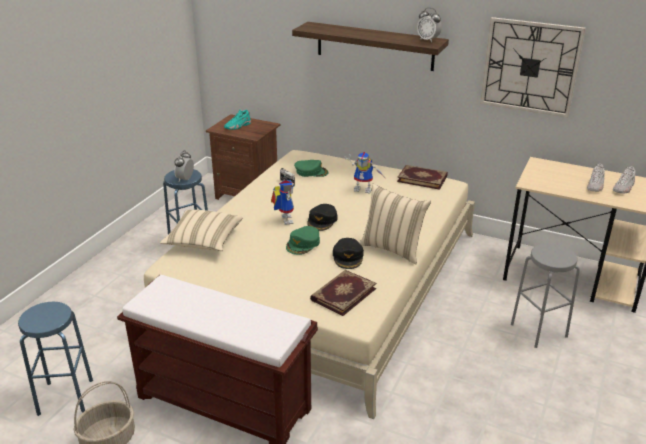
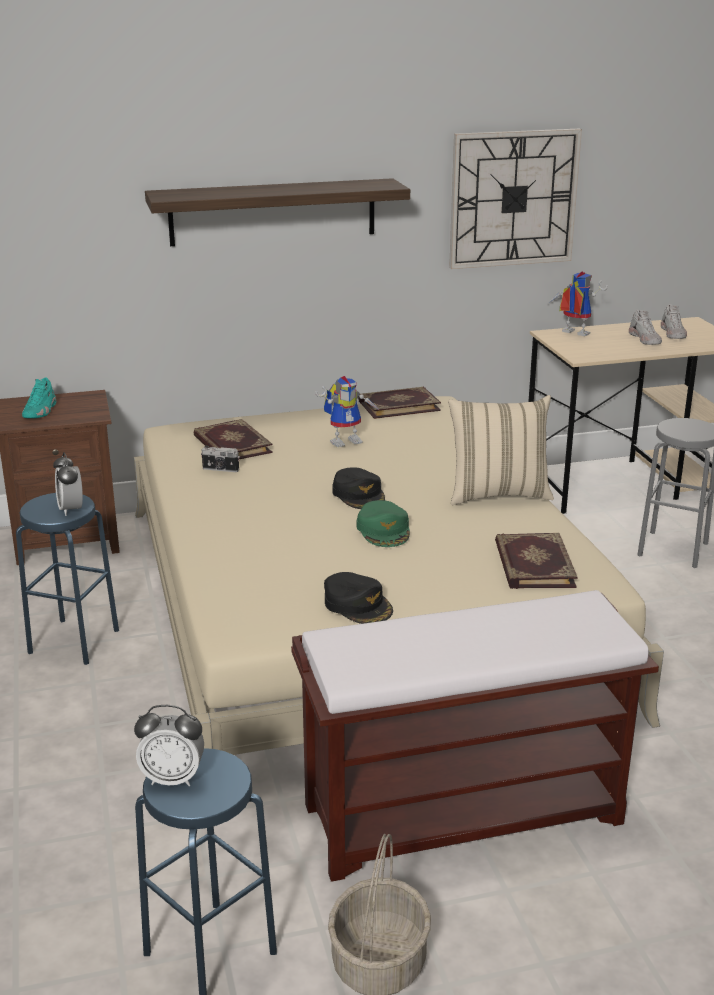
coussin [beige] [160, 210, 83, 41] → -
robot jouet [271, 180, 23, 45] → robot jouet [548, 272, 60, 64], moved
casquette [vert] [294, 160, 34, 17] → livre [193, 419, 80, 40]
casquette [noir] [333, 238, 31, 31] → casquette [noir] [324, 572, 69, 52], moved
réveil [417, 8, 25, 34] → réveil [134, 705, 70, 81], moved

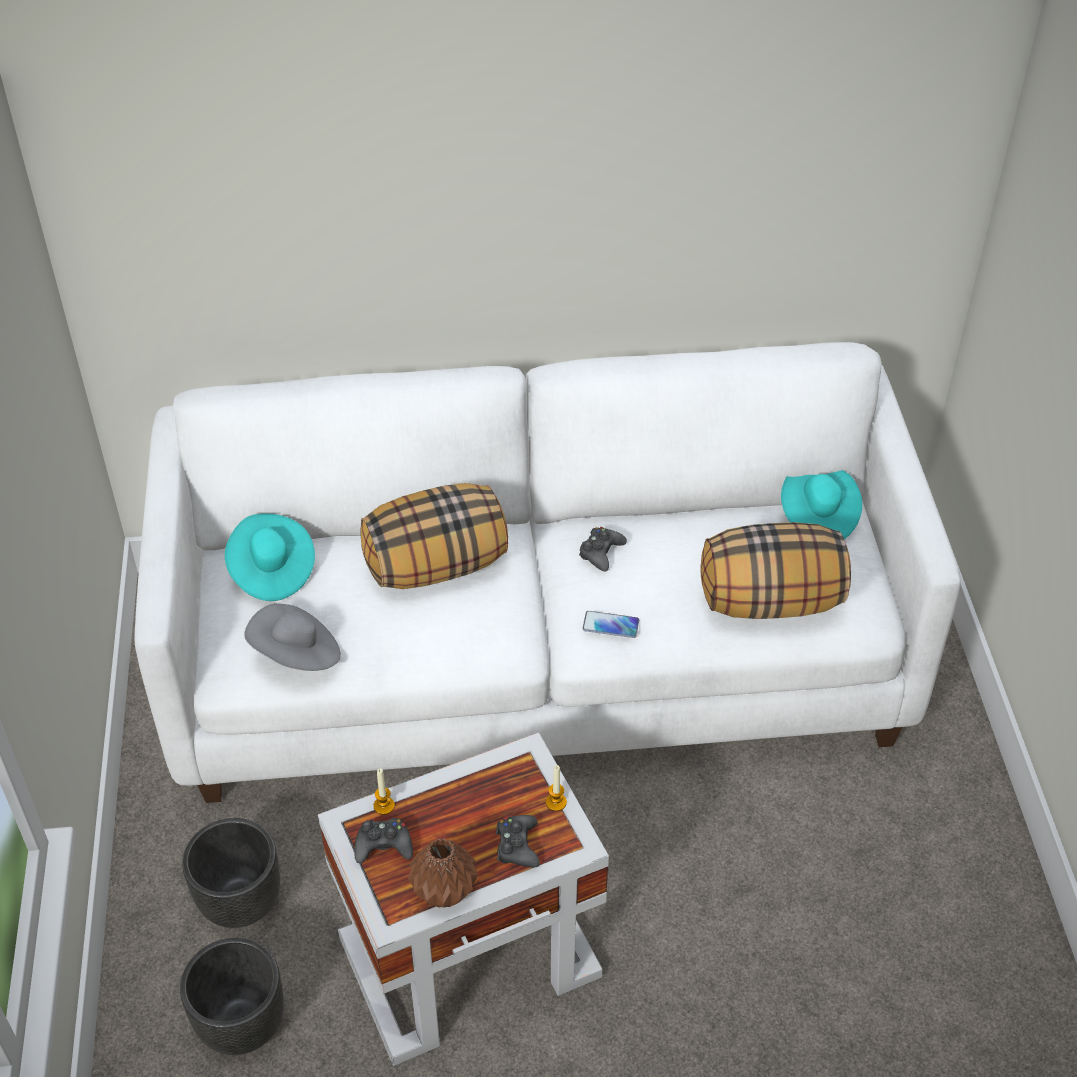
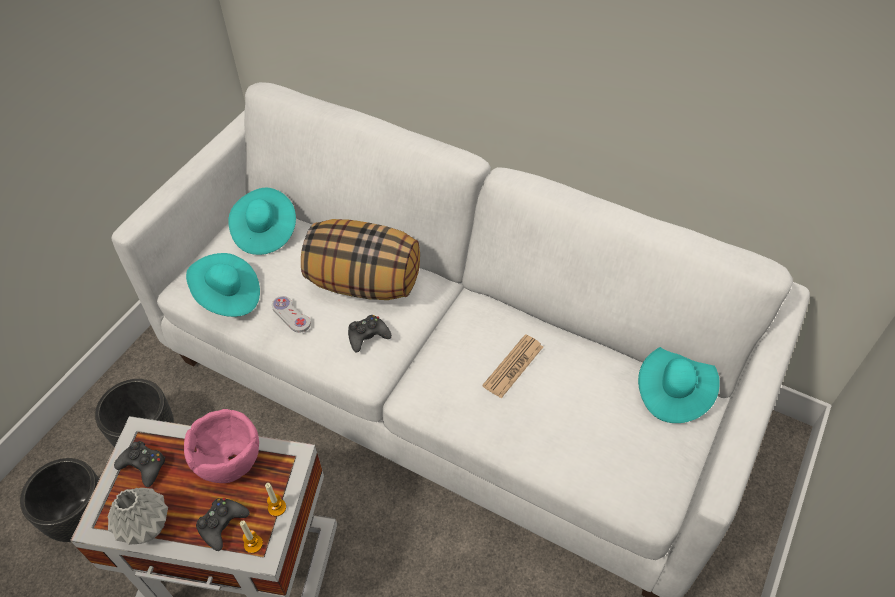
chapeau [gris] [244, 603, 97, 68] → chapeau [turquoise] [186, 253, 74, 64]
bougie [373, 768, 22, 47] → bougie [240, 520, 23, 33], moved
vase [marron] [408, 838, 70, 70] → vase [gris] [107, 488, 61, 57]
manette [noir] [579, 527, 48, 44] → manette [noir] [348, 315, 44, 38], moved
téléphone [582, 611, 57, 27] → -
coussin [700, 522, 151, 97] → -
- → bol [rose] [184, 409, 75, 74]
- → manette [blanc] [272, 296, 39, 37]
- → journal [482, 334, 61, 64]

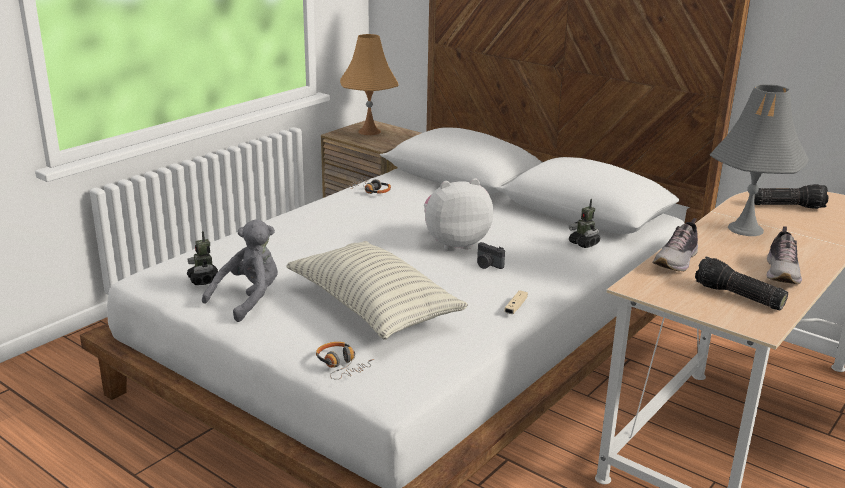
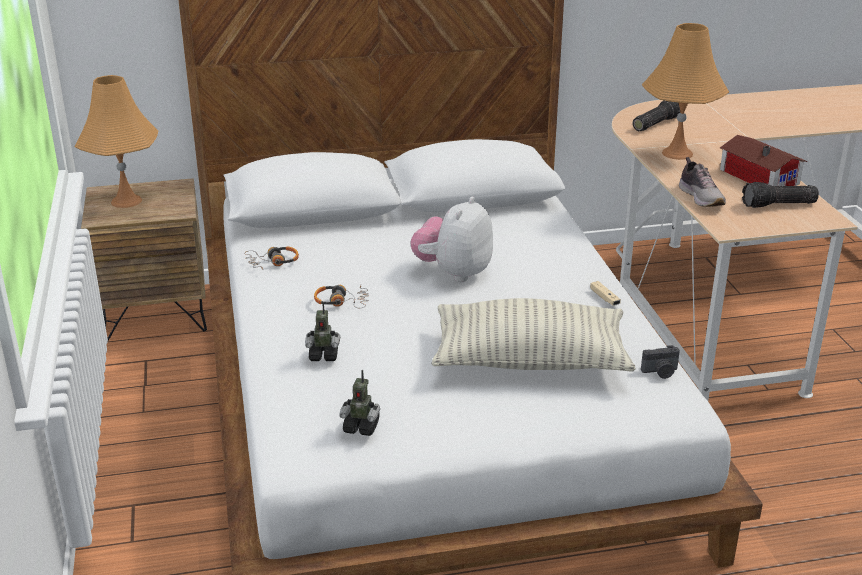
peluche [gris] [202, 219, 76, 103] → -
casque audio [316, 342, 58, 38] → casque audio [314, 285, 55, 23], moved
appareil photo [477, 242, 28, 27] → appareil photo [641, 345, 39, 34], moved
robot jouet [569, 199, 31, 49] → robot jouet [305, 302, 35, 59], moved
lampe de table [gris] [710, 84, 99, 152] → lampe de table [orange] [642, 23, 87, 137]
chaussure [766, 226, 36, 58] → maison miniature [720, 135, 87, 51]

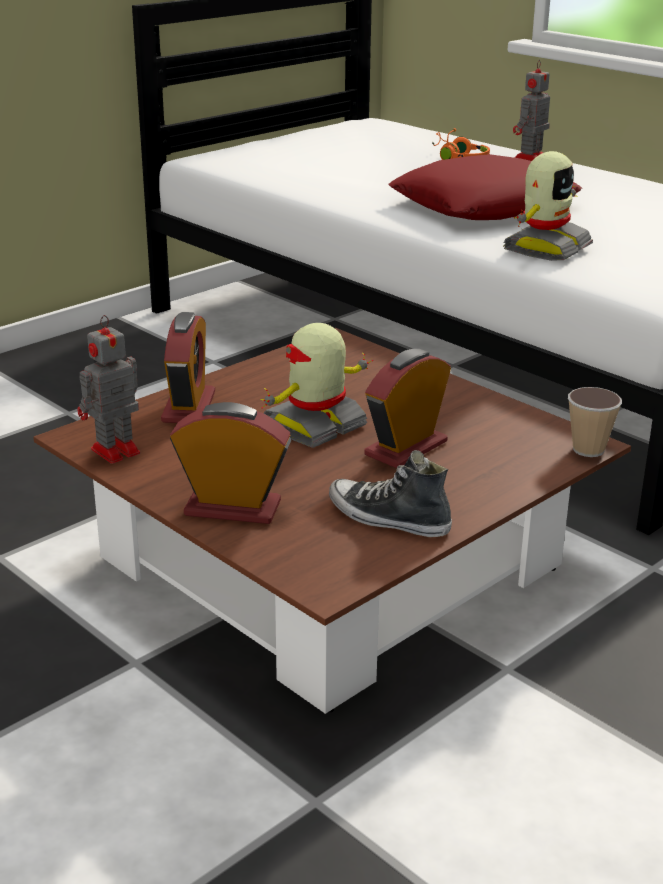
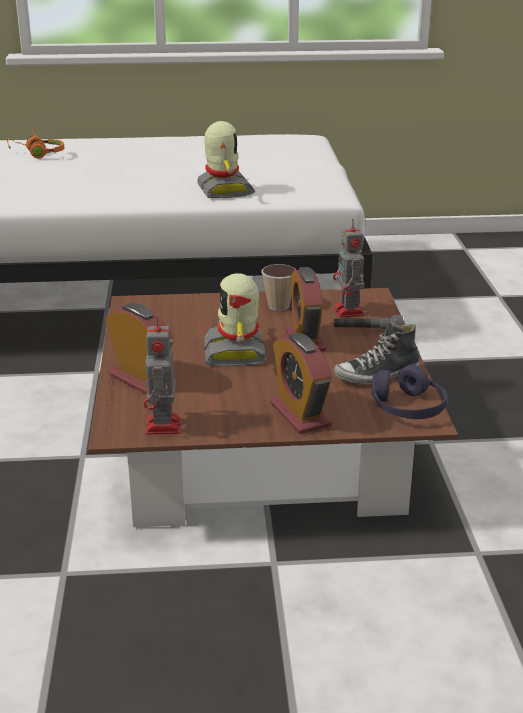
réveil [170, 402, 121, 122] → réveil [270, 333, 62, 101], 75 degrees counterclockwise
coussin [rouge] [388, 154, 194, 66] → -
robot jouet [513, 60, 37, 101] → robot jouet [333, 219, 32, 99], moved
tasse [568, 387, 54, 70] → tasse [261, 264, 35, 47], moved
- → lampe de poche [gris] [334, 315, 69, 15]
- → casque audio [violet] [371, 364, 76, 55]

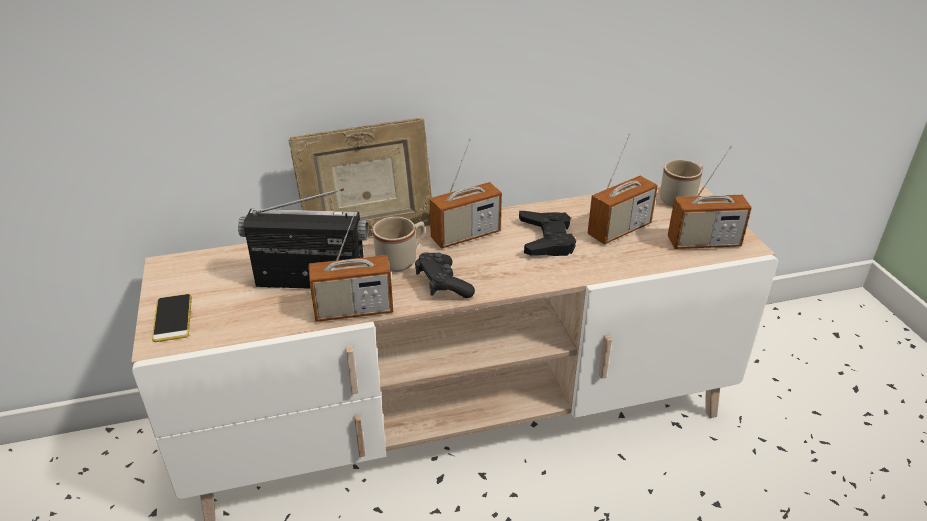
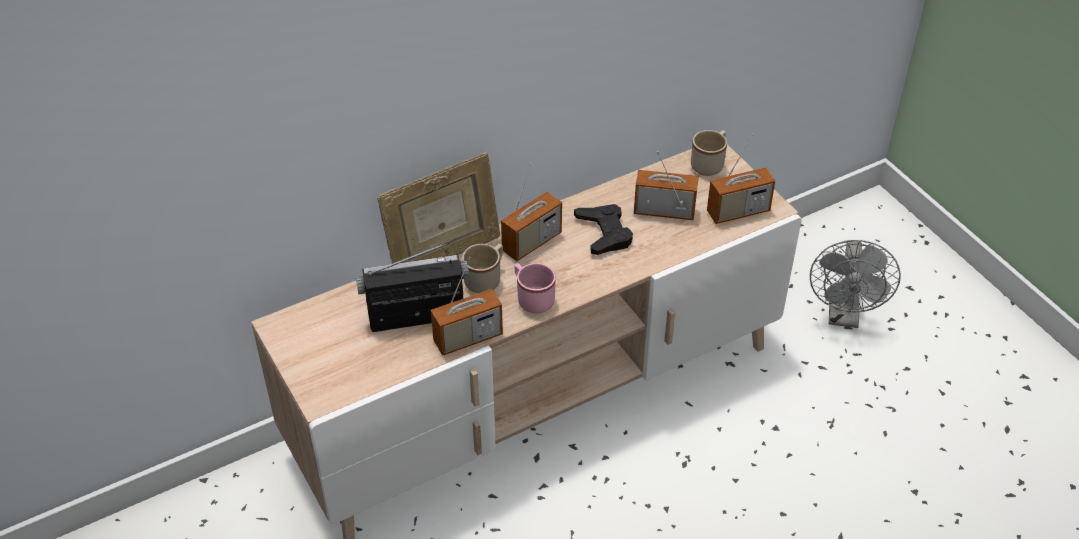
téléphone [152, 294, 40, 48] → -
manette [noir] [415, 253, 60, 45] → mug [rose] [514, 263, 42, 50]
radio [587, 133, 71, 112] → radio [634, 151, 65, 69], 120 degrees counterclockwise
- → ventilateur [gris] [810, 240, 91, 88]

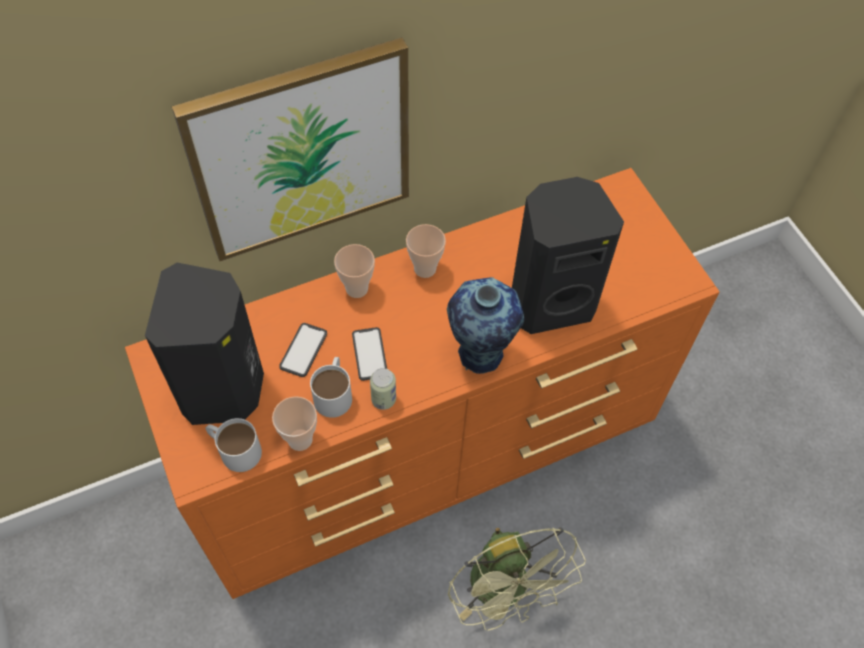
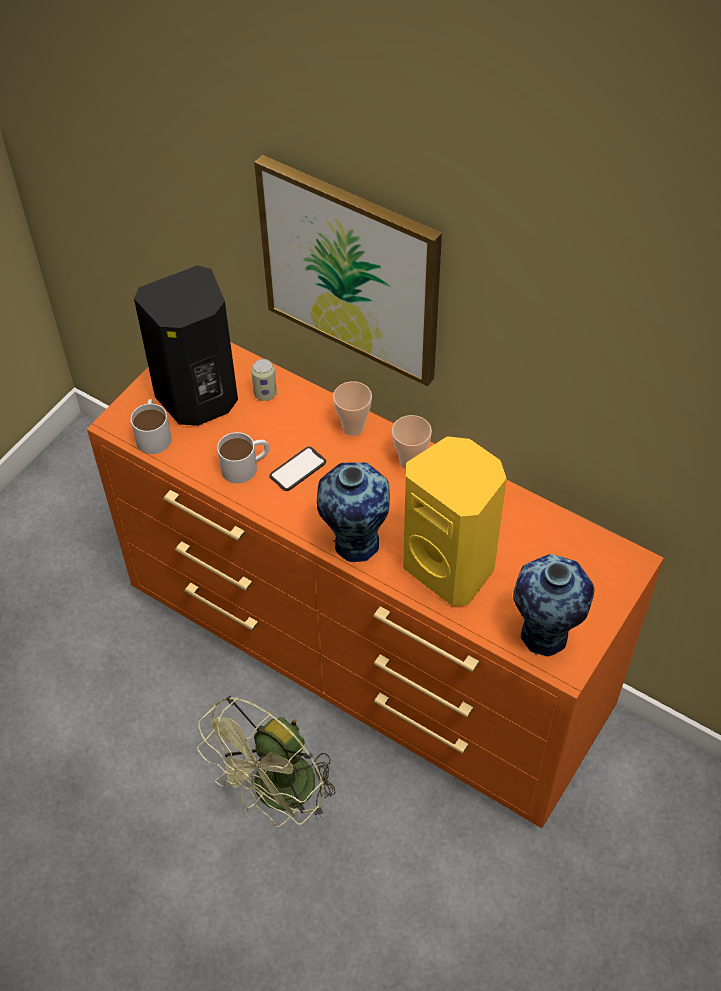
tasse [272, 396, 45, 55] → -
téléphone [279, 323, 48, 54] → -
boîte métallique [370, 368, 26, 42] → boîte métallique [251, 359, 26, 42], moved
enceinte [noir] [512, 177, 112, 157] → enceinte [jaune] [403, 436, 104, 170]
- → vase [513, 554, 82, 102]

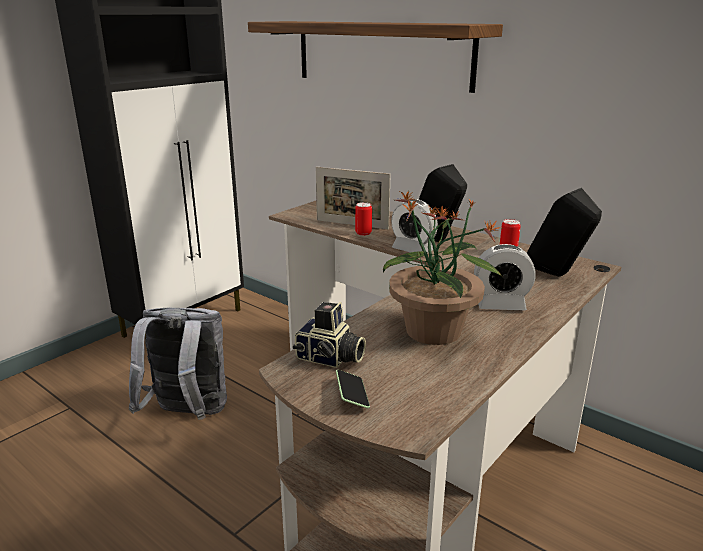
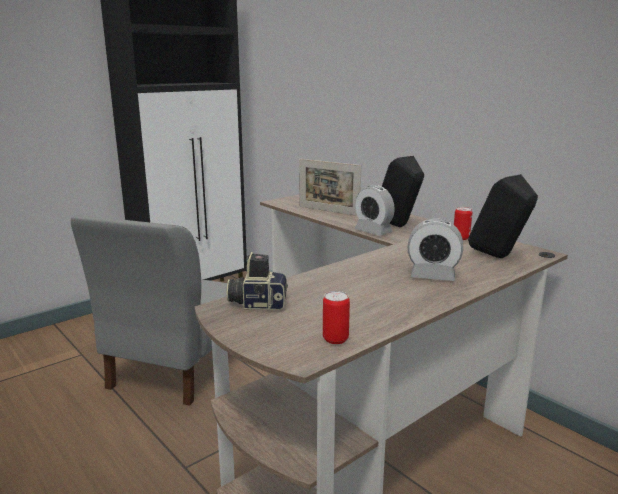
sac à dos [gris] [129, 308, 98, 112] → chaise [gris] [71, 215, 156, 191]
étagère [248, 21, 255, 72] → -
appareil photo [293, 302, 73, 66] → appareil photo [227, 252, 61, 58], 150 degrees clockwise
téléphone [336, 370, 34, 38] → -
boîte métallique [355, 202, 17, 34] → boîte métallique [323, 291, 27, 53], moved
plante en pot [383, 191, 120, 154] → -

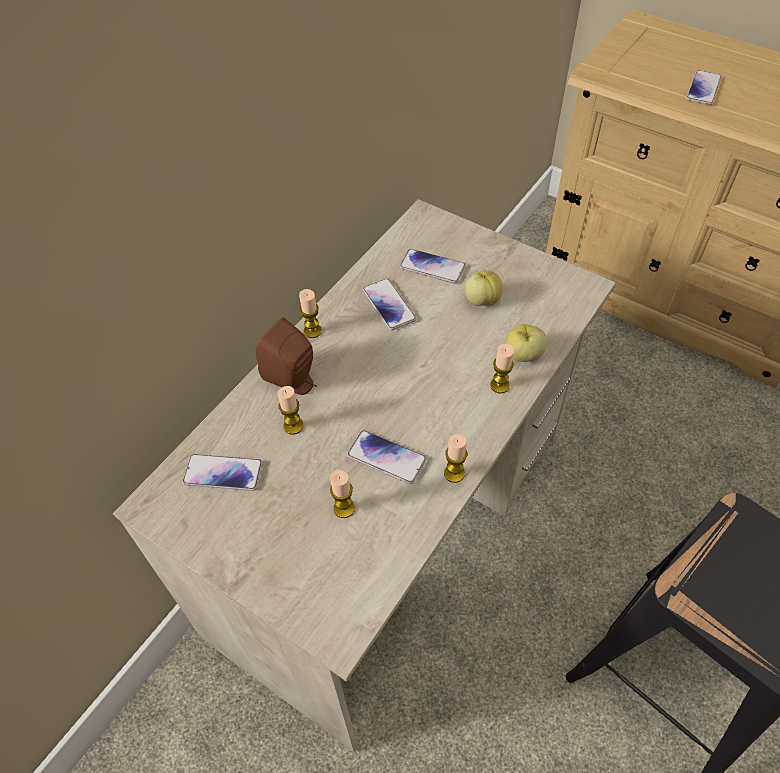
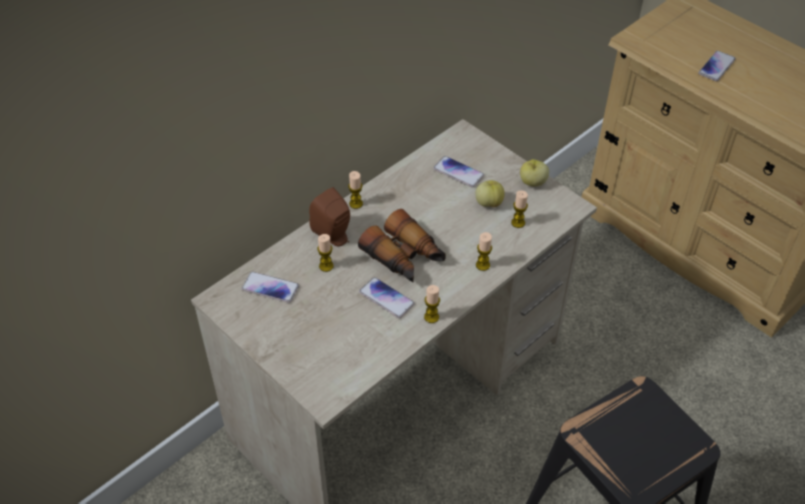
bougie [330, 470, 25, 48] → bougie [511, 190, 17, 38], moved
téléphone [363, 278, 53, 52] → -
pomme [506, 324, 41, 38] → pomme [520, 159, 29, 27], moved
- → jumelles [358, 209, 88, 73]

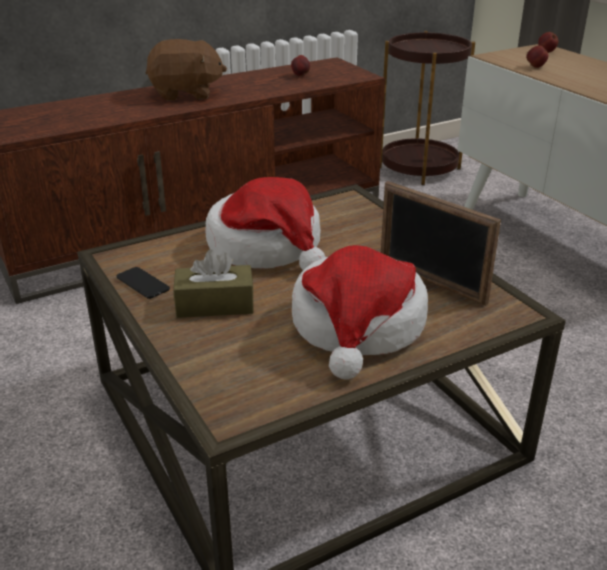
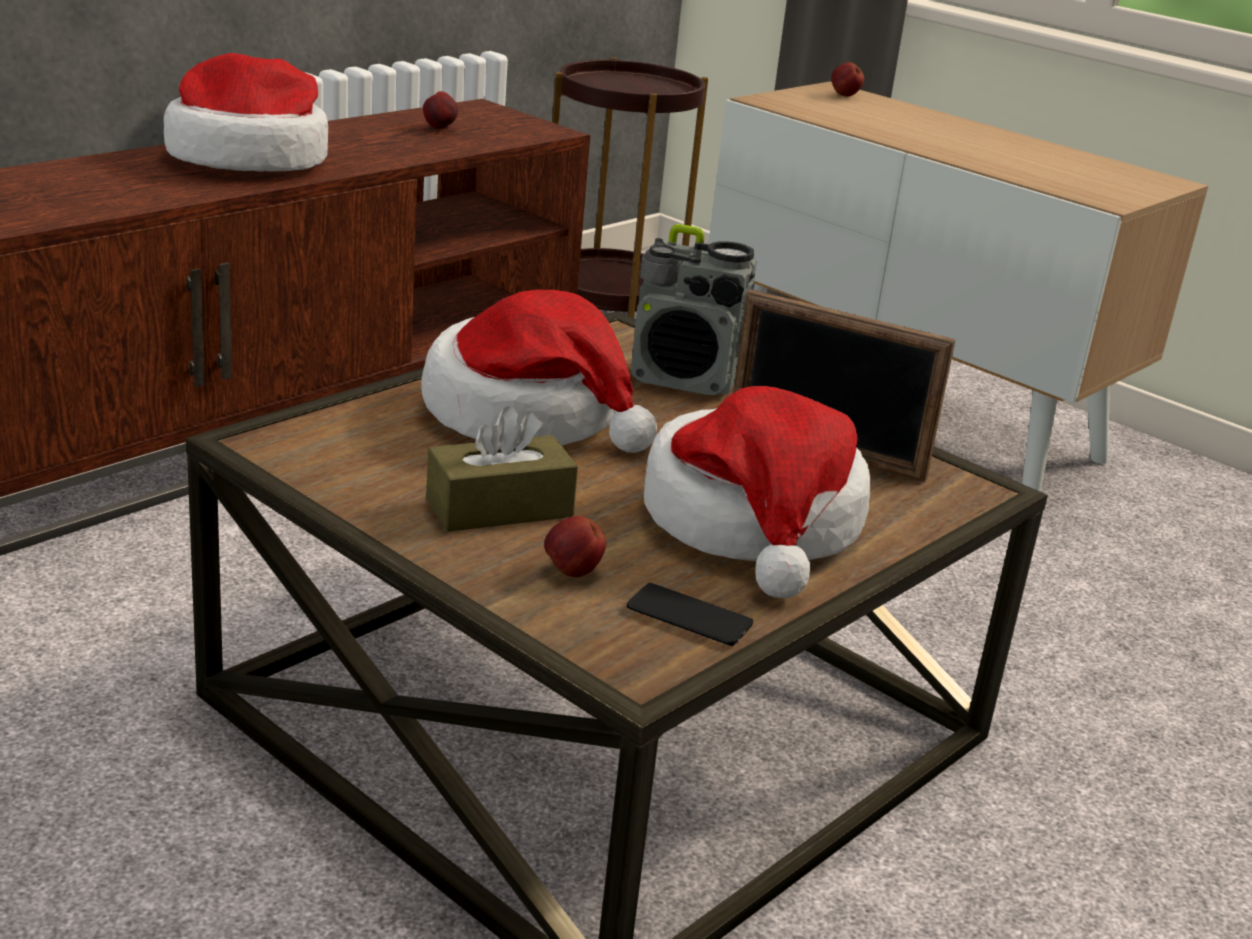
téléphone [116, 267, 54, 32] → téléphone [627, 583, 126, 63], moved
peluche [marron] [146, 39, 81, 62] → chapeau [164, 53, 164, 119]
pomme [526, 46, 23, 22] → pomme [544, 516, 62, 61], moved
- → radio [631, 224, 125, 171]

